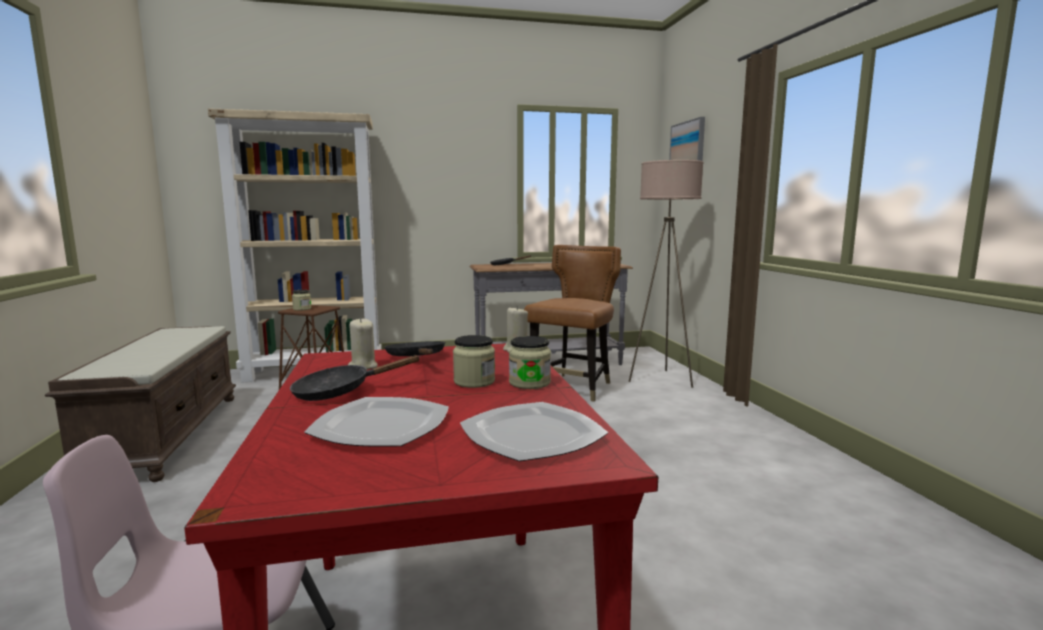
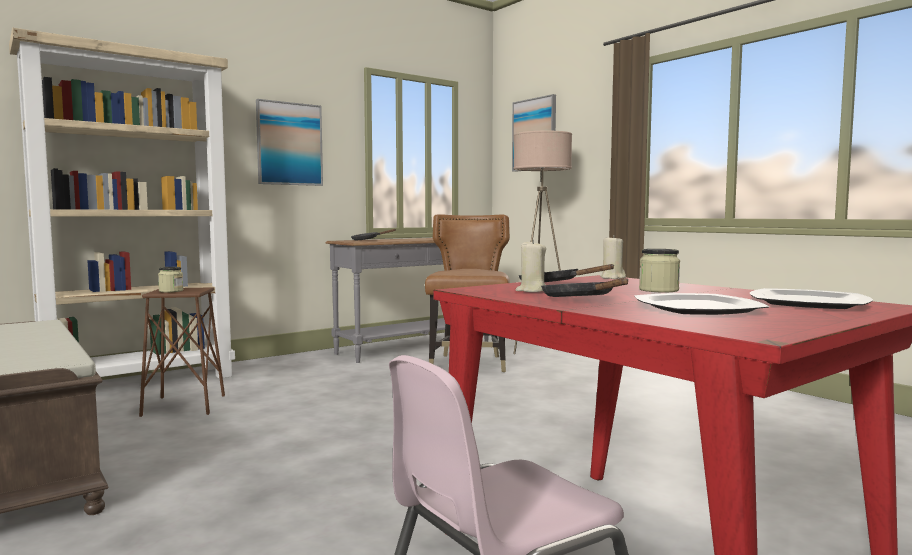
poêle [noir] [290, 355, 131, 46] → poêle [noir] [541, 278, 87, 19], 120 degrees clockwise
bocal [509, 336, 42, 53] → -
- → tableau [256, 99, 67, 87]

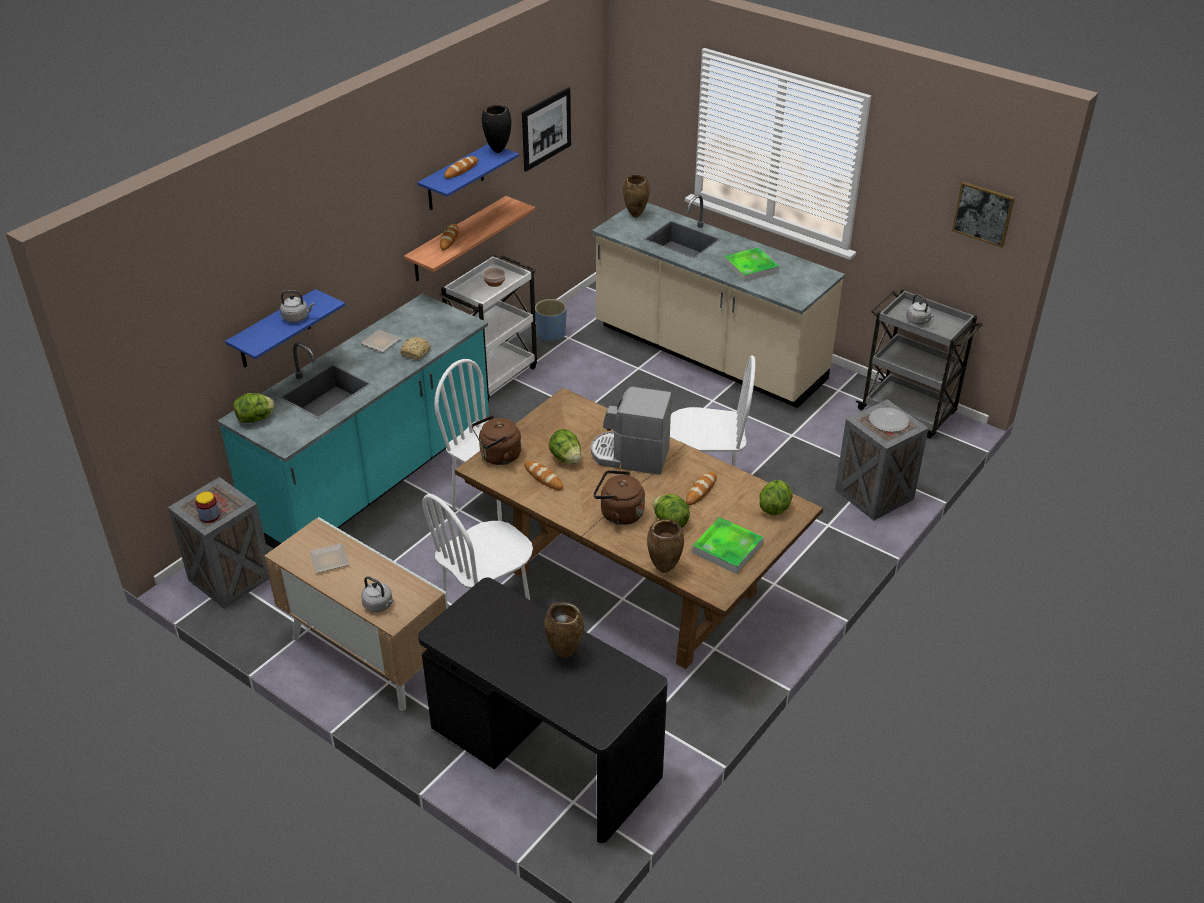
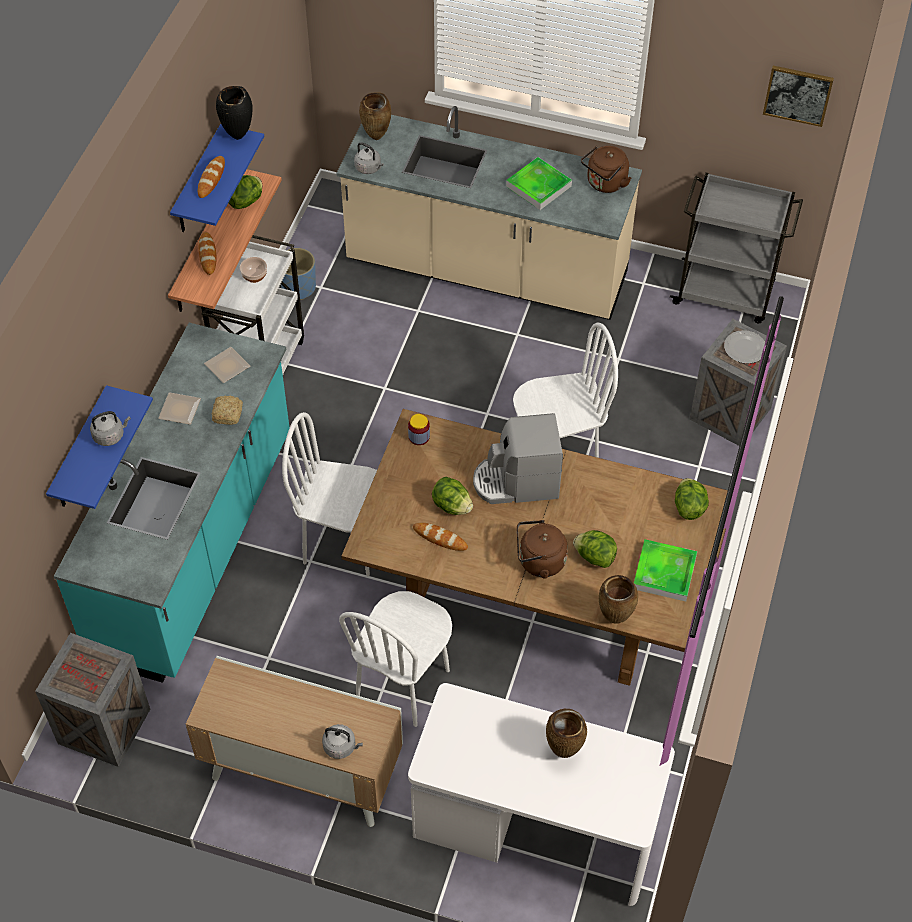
bocal [195, 492, 25, 31] → bocal [408, 414, 22, 31], moved
laitue [234, 393, 41, 30] → laitue [228, 175, 35, 34], moved
assiette [309, 543, 41, 30] → assiette [204, 347, 46, 36], moved
bureau [noir] [418, 577, 250, 266] → bureau [blanc] [408, 683, 267, 223]
bouilloire [marron] [472, 415, 49, 50] → bouilloire [marron] [581, 146, 50, 47], moved
tableau [522, 87, 49, 84] → -
pain [686, 472, 31, 33] → -
bouilloire [gris] [906, 294, 28, 31] → bouilloire [gris] [354, 142, 30, 32], moved

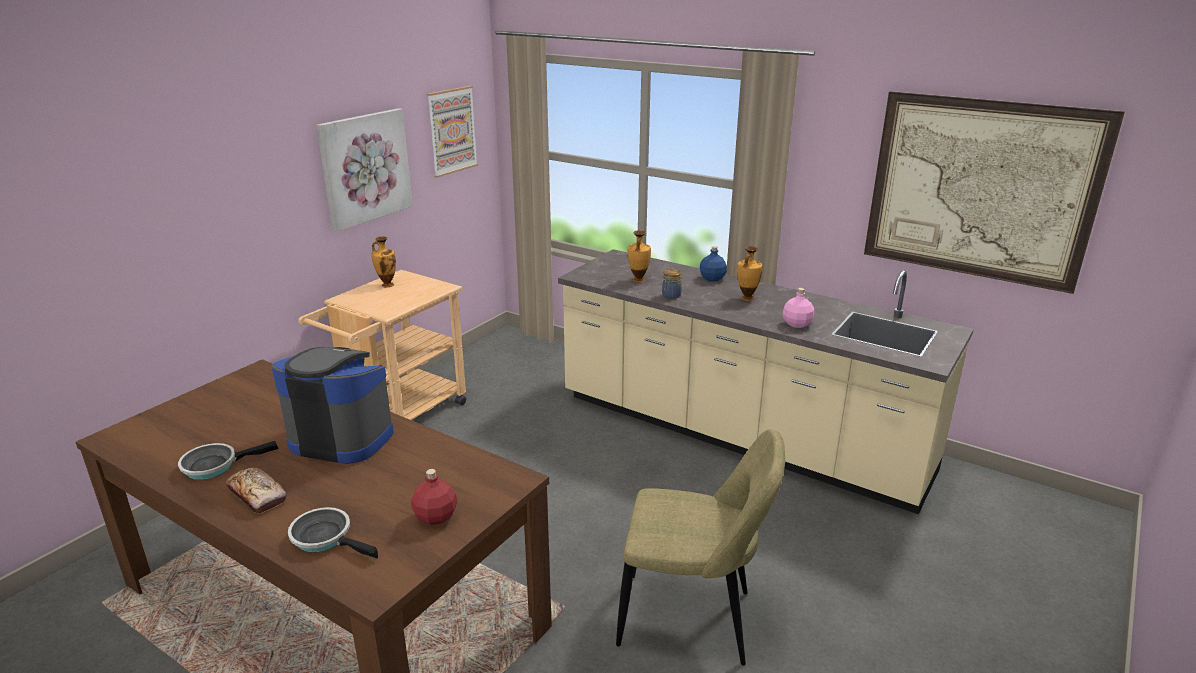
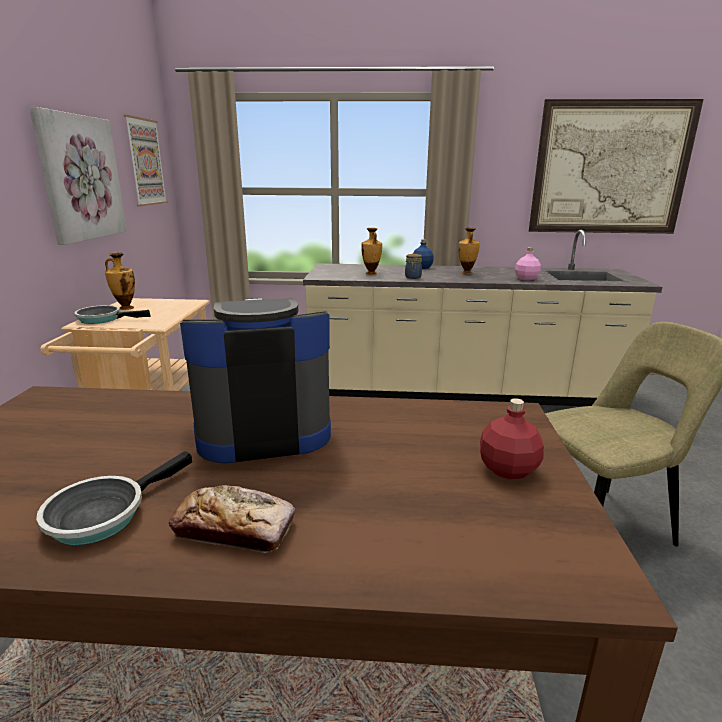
poêle [288, 507, 90, 51] → poêle [74, 305, 77, 19], moved

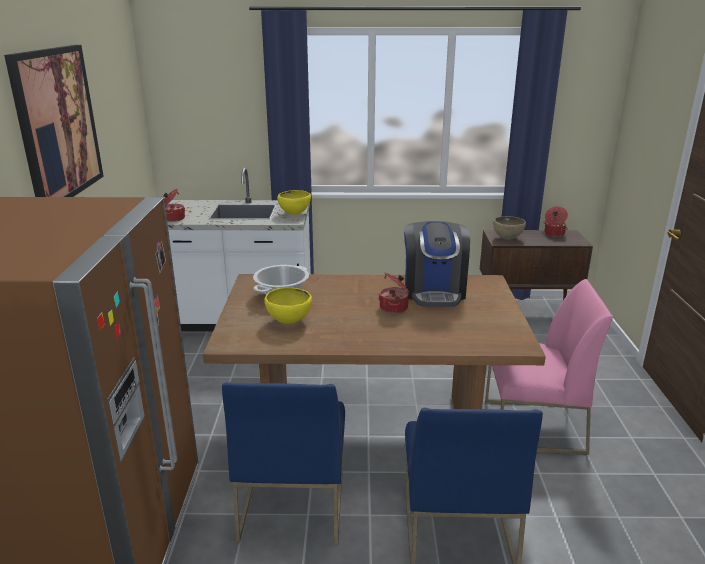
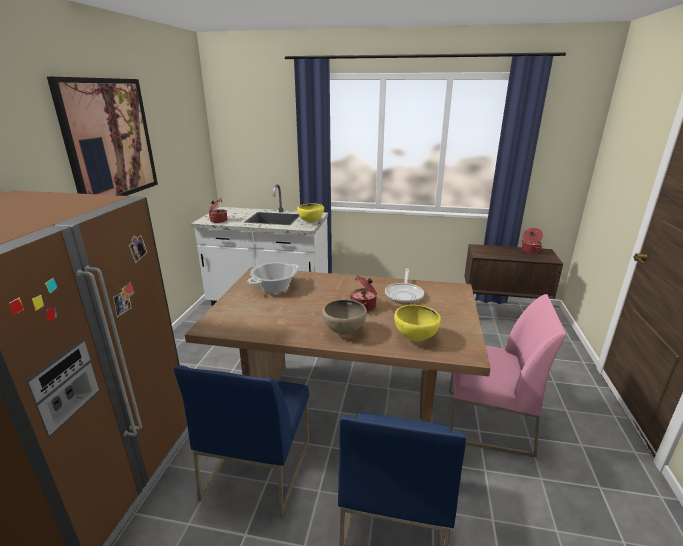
bol [jaune] [264, 287, 48, 37] → bol [jaune] [394, 305, 47, 36], moved
machine à café [404, 221, 66, 86] → poêle [385, 269, 39, 35]
bol [marron] [493, 216, 33, 24] → bol [marron] [322, 300, 45, 35], moved

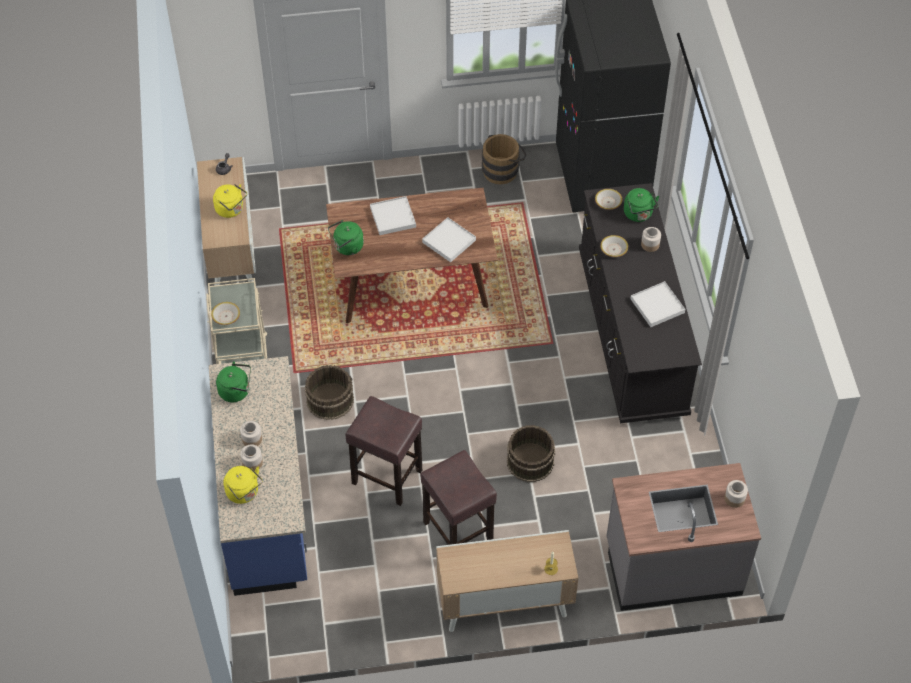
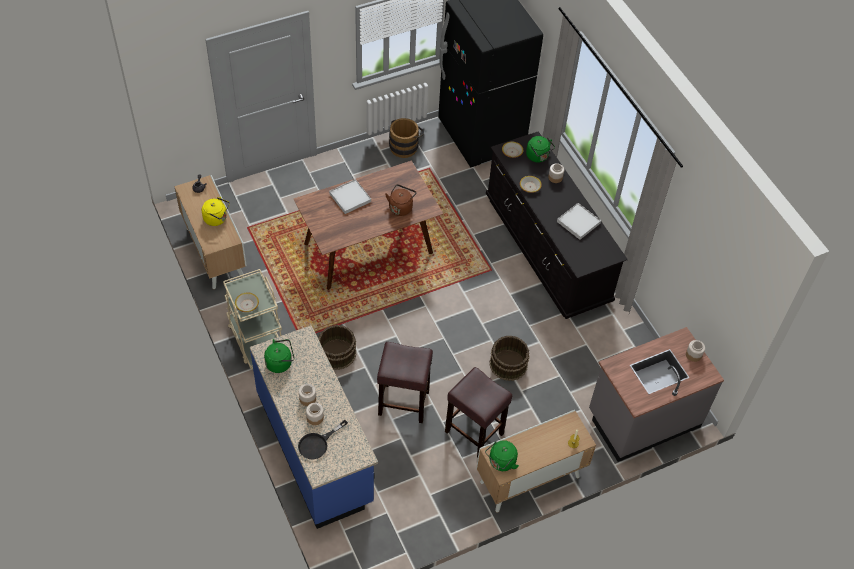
bouilloire [jaune] [223, 466, 40, 38] → poêle [noir] [298, 420, 50, 40]
bouilloire [vert] [328, 220, 36, 35] → bouilloire [vert] [485, 440, 34, 31], moved
plateau [blanc] [422, 217, 54, 45] → bouilloire [marron] [385, 184, 31, 32]

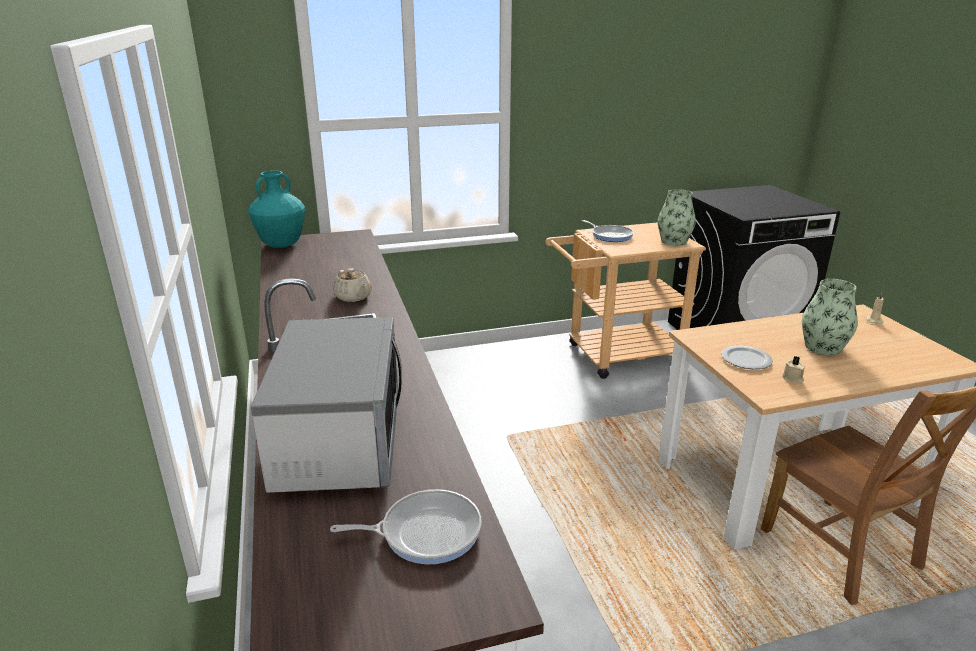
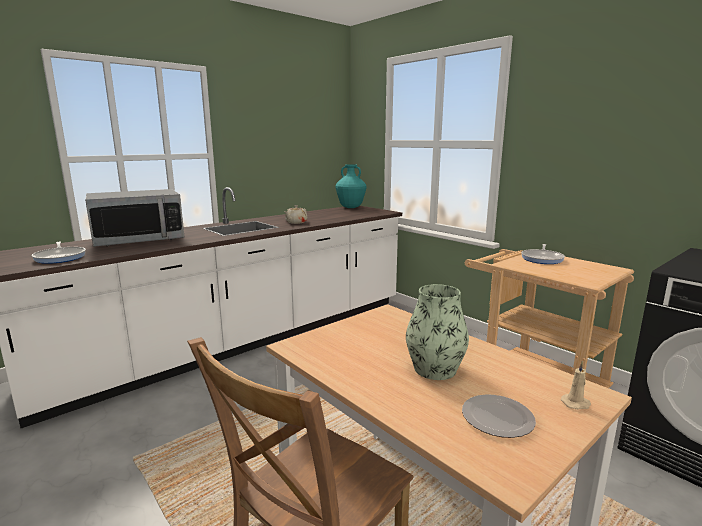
vase [658, 189, 38, 57] → -
assiette [721, 346, 52, 23] → assiette [462, 394, 74, 44], moved
bougie [beige] [783, 356, 22, 27] → -

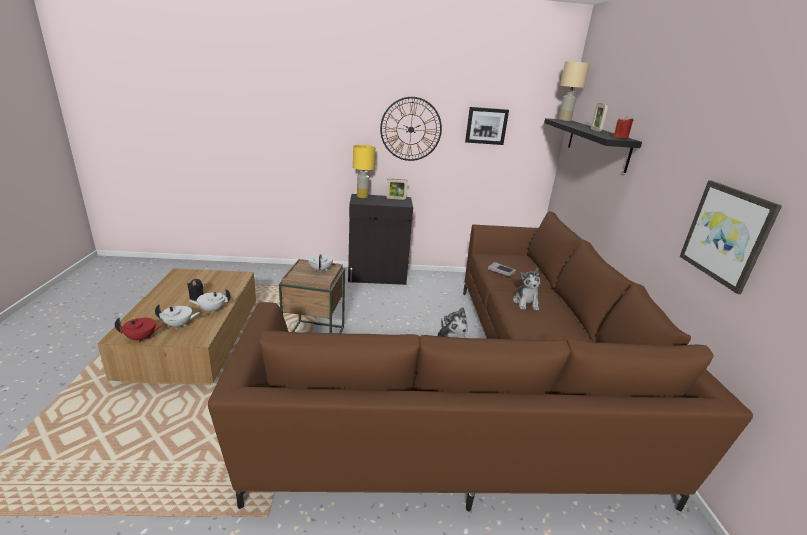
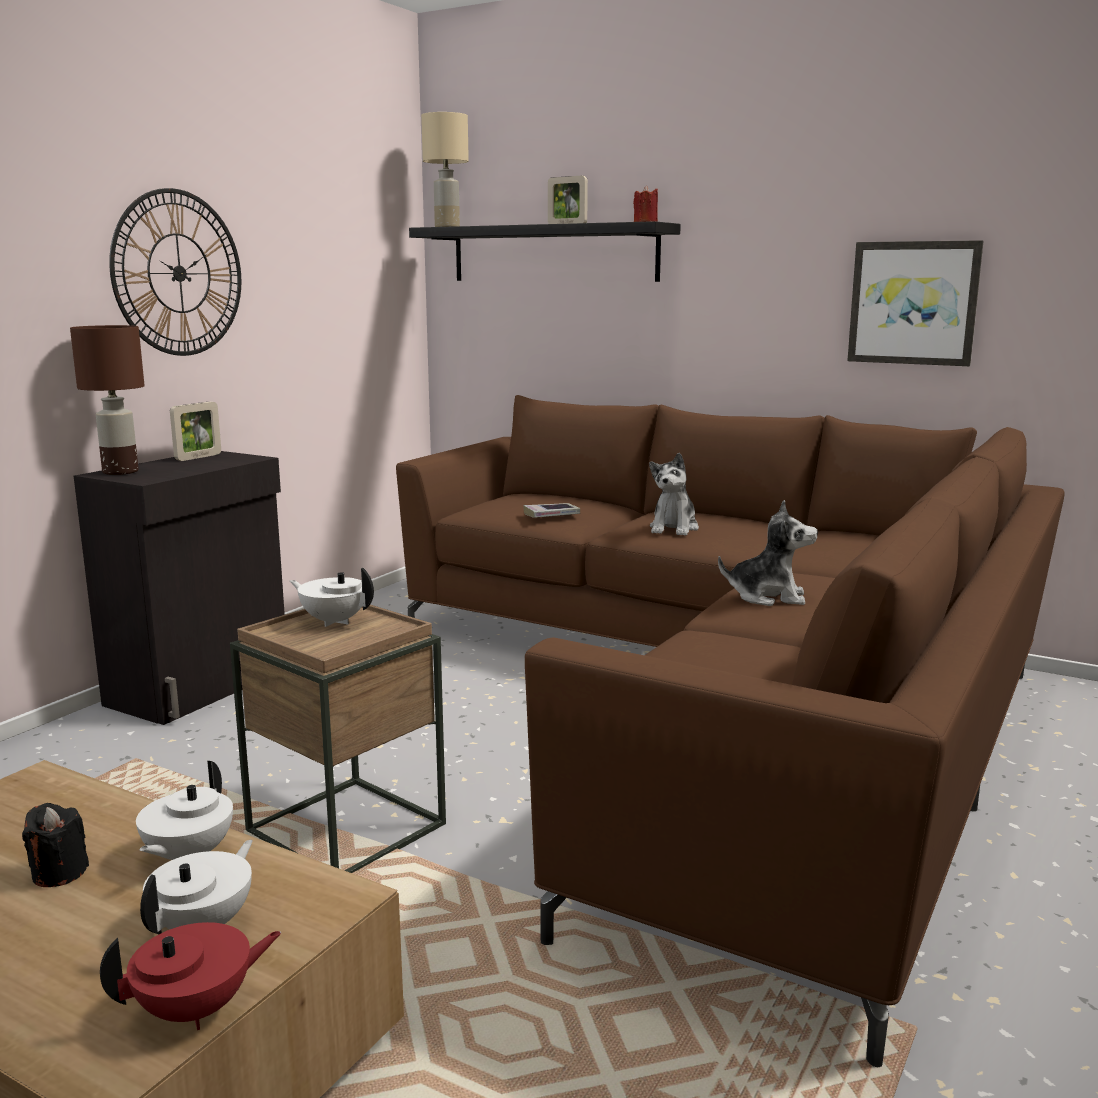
théière [rouge] [115, 318, 50, 25] → théière [rouge] [100, 922, 181, 108], 45 degrees clockwise
lampe de table [jaune] [353, 145, 22, 53] → lampe de table [marron] [70, 325, 75, 150]
tableau [465, 107, 44, 38] → -
peluche [513, 268, 27, 42] → peluche [649, 453, 50, 83], 75 degrees clockwise

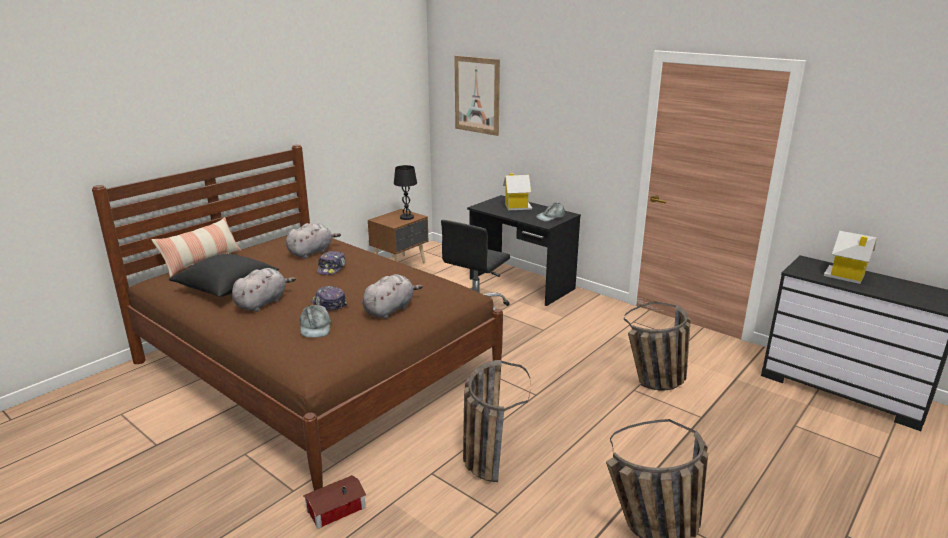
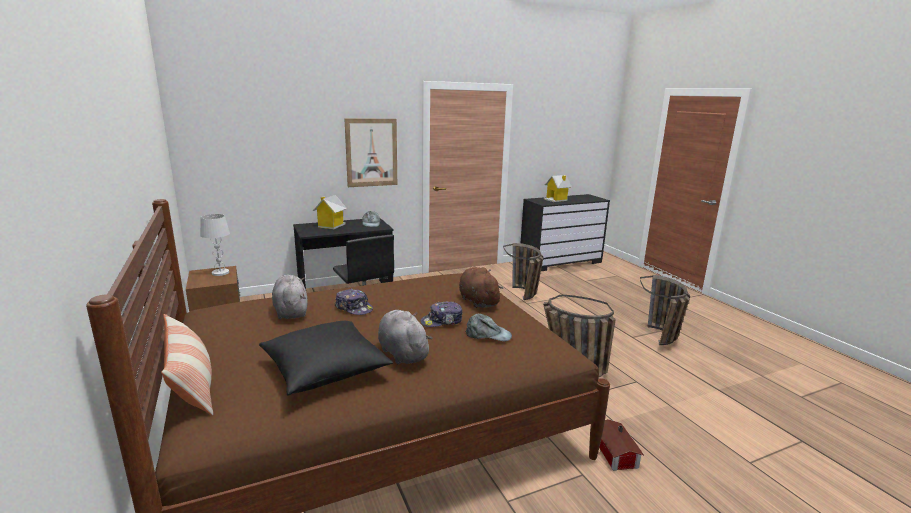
peluche [gris] [362, 274, 61, 45] → peluche [marron] [459, 267, 45, 41]
lampe de table [noir] [394, 165, 23, 55] → lampe de table [blanc] [200, 214, 30, 62]
tableau [454, 56, 46, 80] → tableau [344, 118, 53, 69], moved

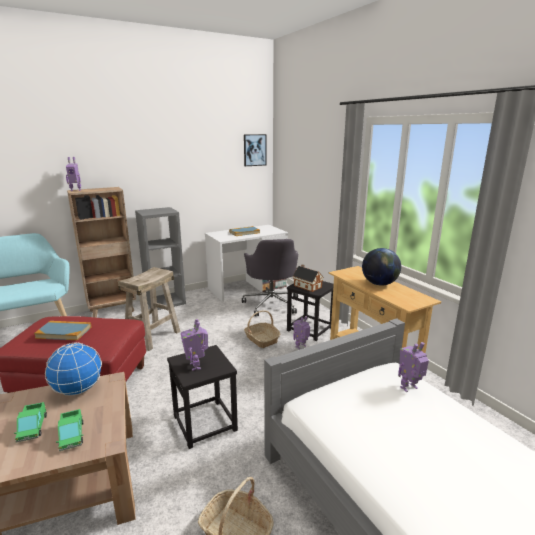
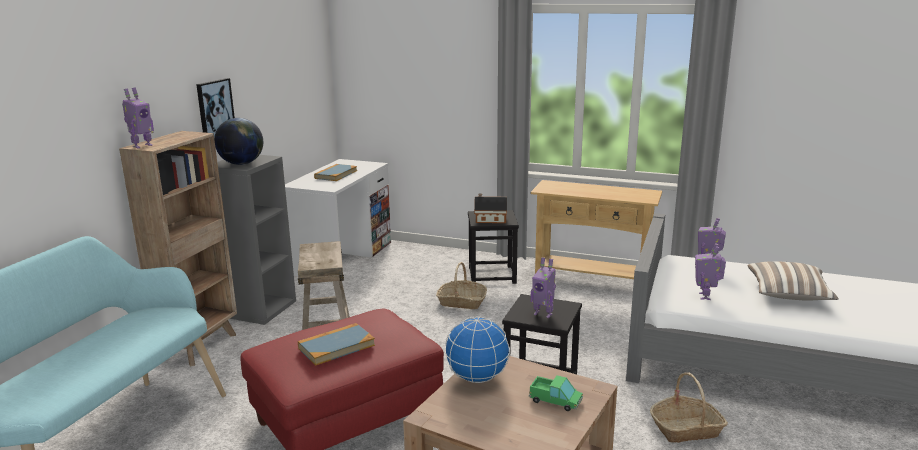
camion jouet [14, 402, 33, 40] → -
chaise de bureau [gris] [242, 239, 56, 77] → -
tableau [244, 134, 22, 32] → tableau [196, 78, 39, 59], moved
robot jouet [293, 316, 17, 33] → robot jouet [695, 243, 31, 57], moved
globe [362, 248, 39, 38] → globe [214, 118, 49, 47], moved
- → coussin [748, 261, 90, 40]

